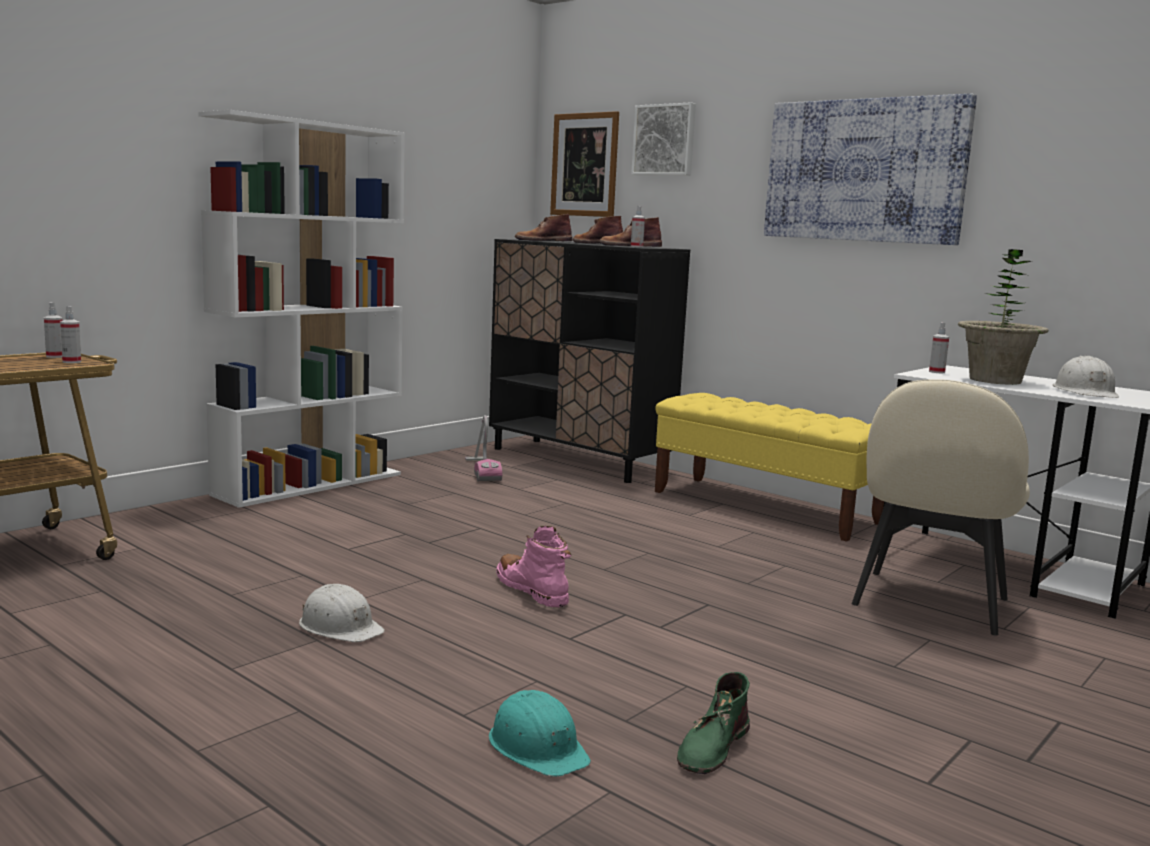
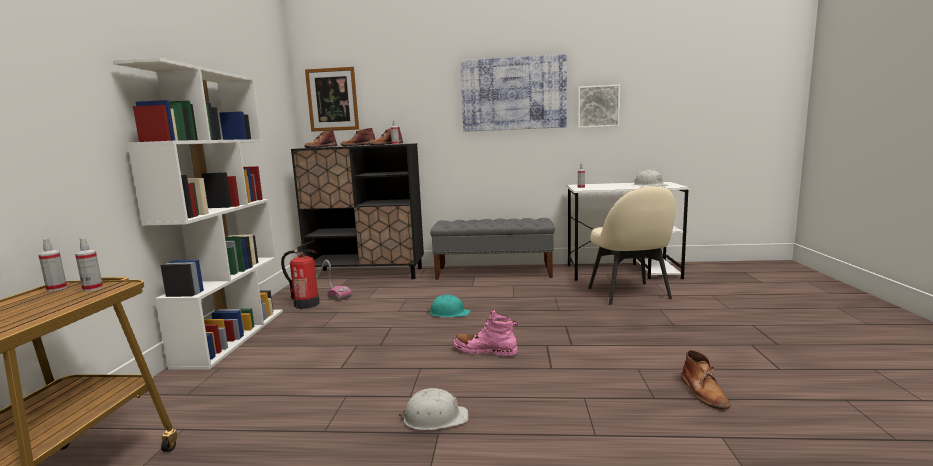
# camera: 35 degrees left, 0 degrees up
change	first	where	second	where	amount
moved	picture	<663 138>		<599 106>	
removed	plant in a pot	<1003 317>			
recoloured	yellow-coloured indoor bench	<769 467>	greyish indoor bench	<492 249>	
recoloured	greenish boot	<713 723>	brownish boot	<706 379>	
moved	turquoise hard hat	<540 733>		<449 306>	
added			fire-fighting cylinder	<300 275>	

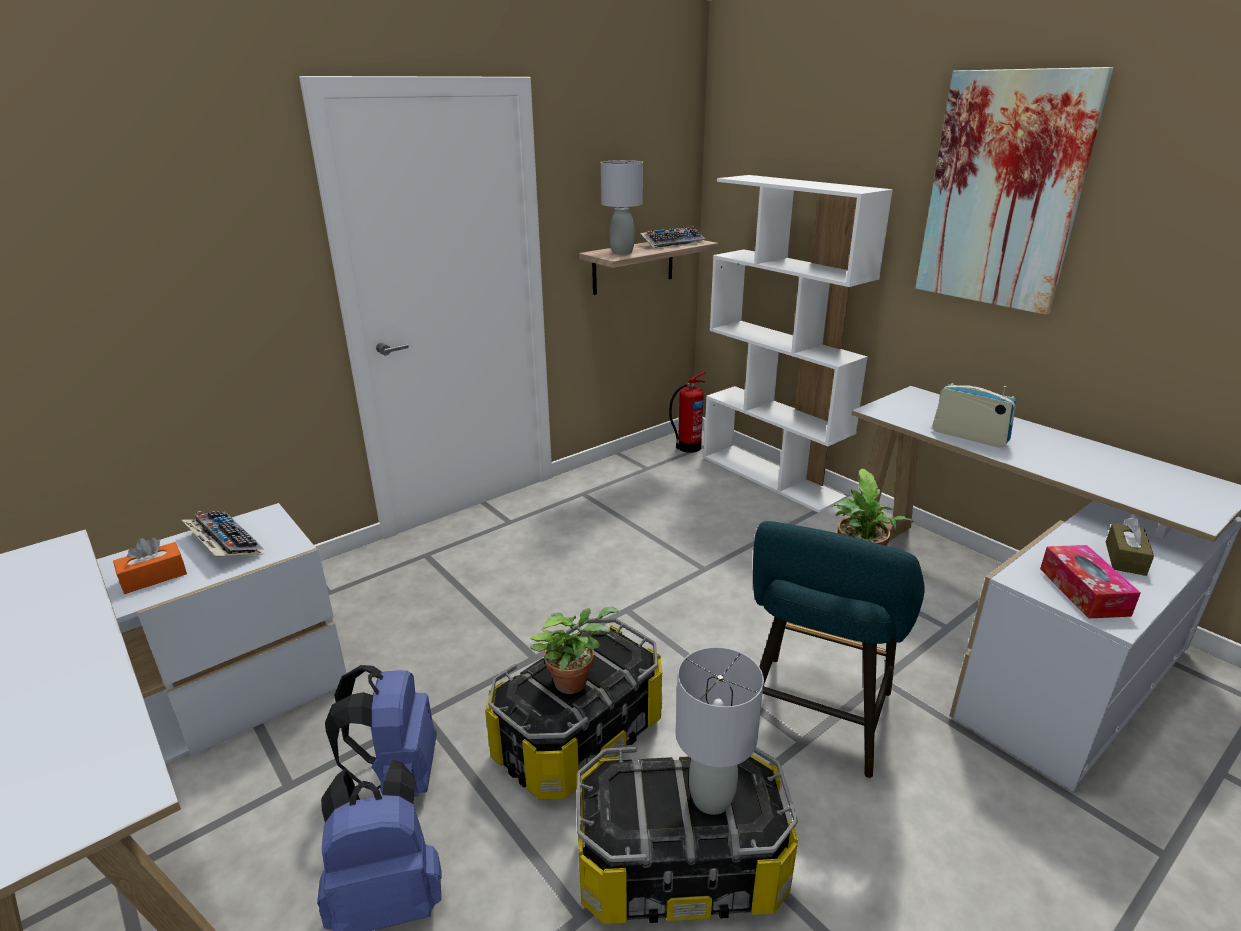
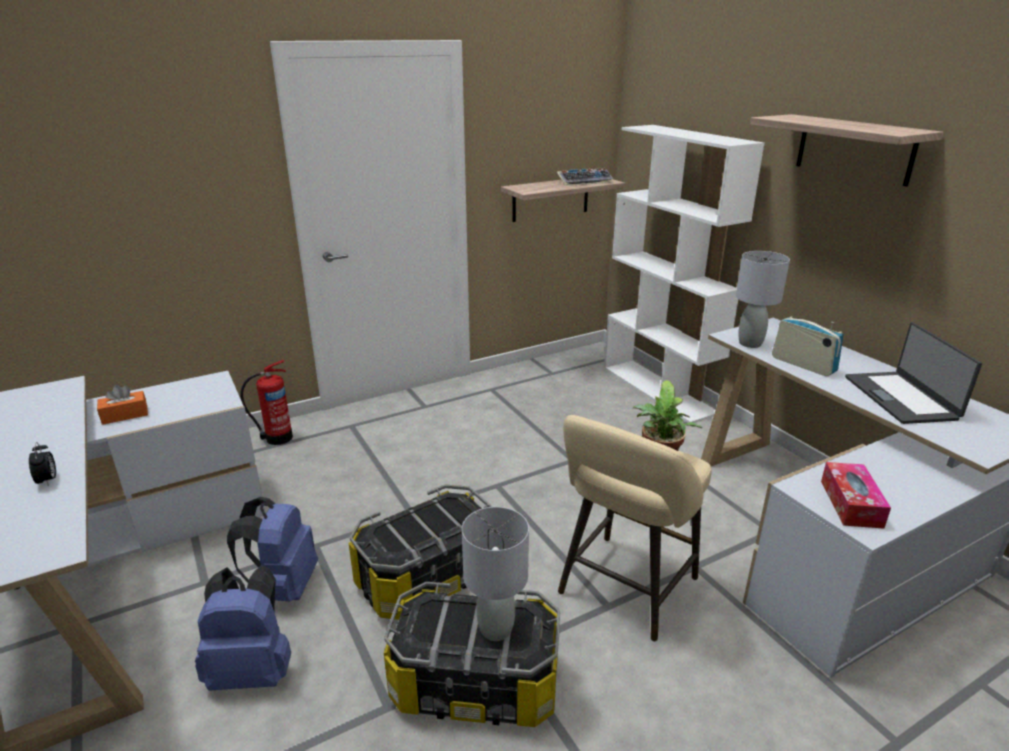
# camera: 10 degrees right, 0 degrees up
change	first	where	second	where	amount
replaced	picture	<1014 191>	bracket shelf	<847 150>	
moved	greyish tabletop lamp	<622 207>		<763 299>	
moved	fire-fighting cylinder	<687 412>		<266 402>	
removed	computer keyboard	<223 533>			
removed	brownish box of tissues	<1130 547>			
recoloured	turquoise stool seat	<839 649>	beige stool seat	<635 528>	
removed	plant in a pot	<575 650>			
added			notebook computer	<913 373>	
added			bedside clock	<42 464>	

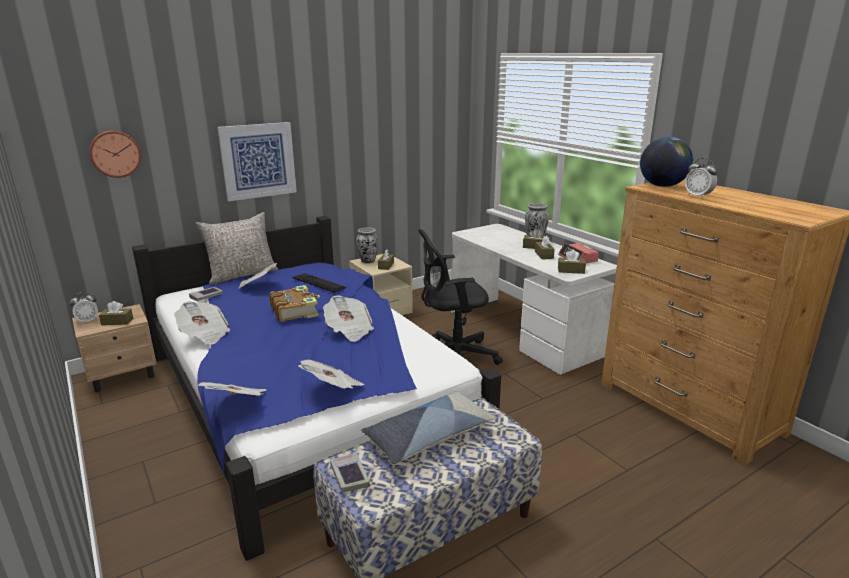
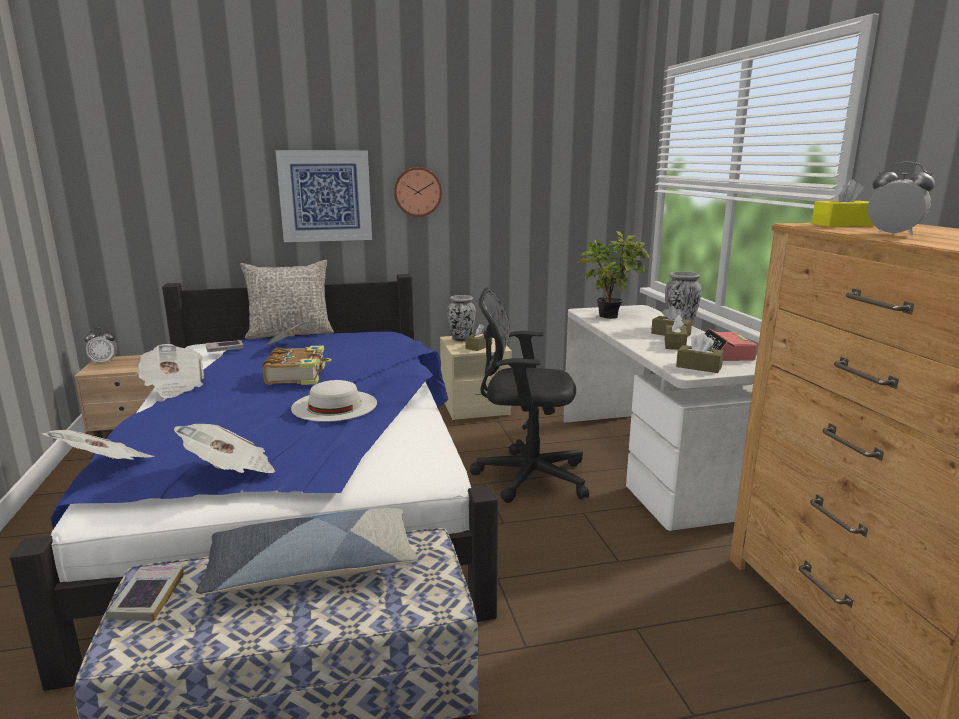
# camera: 20 degrees right, 5 degrees down
change	first	where	second	where	amount
moved	hanging clock	<115 154>		<418 192>	
replaced	globe	<666 162>	yellow-coloured box of tissues	<843 203>	
turned	bedside clock	<701 178>		<901 198>	150 degrees clockwise
removed	computer keyboard	<320 283>			
replaced	printed paper	<348 318>	whitish hat	<334 401>	
removed	brownish box of tissues	<116 313>			
added			plant in a pot	<613 275>	

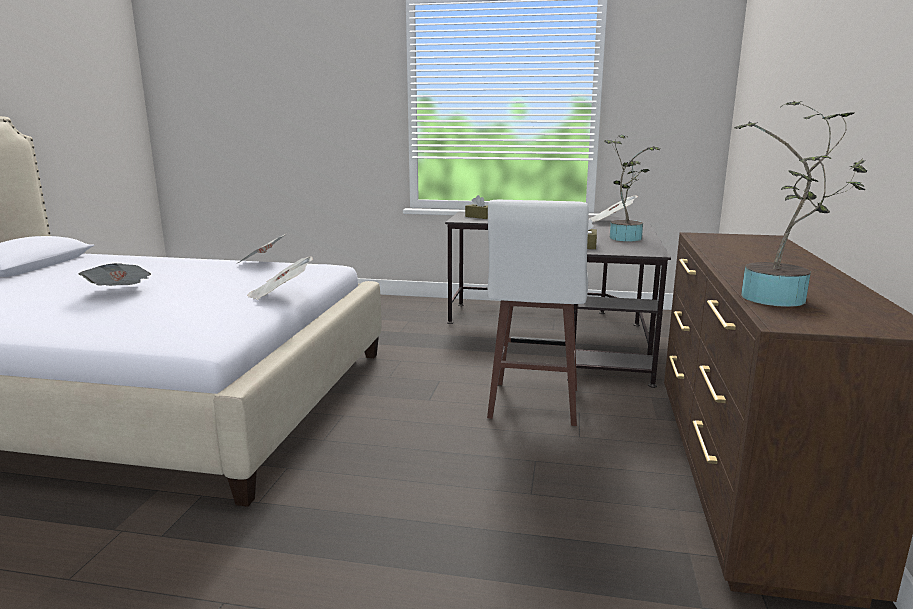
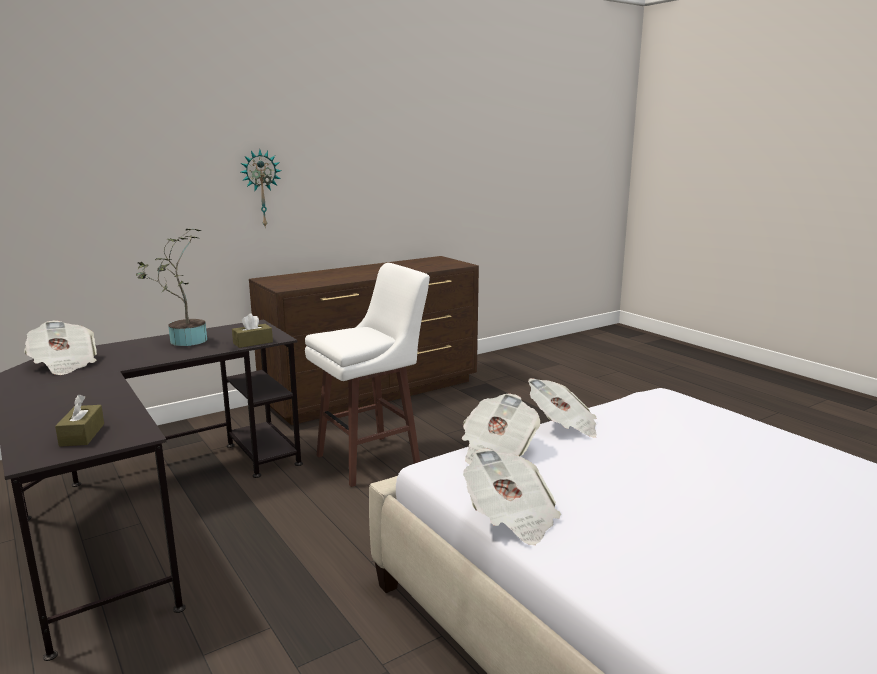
# camera: 135 degrees left, 0 degrees up
change	first	where	second	where	amount
removed	plant in a pot	<800 204>			
moved	printed paper	<114 274>		<501 429>	
added			hanging clock	<261 188>	

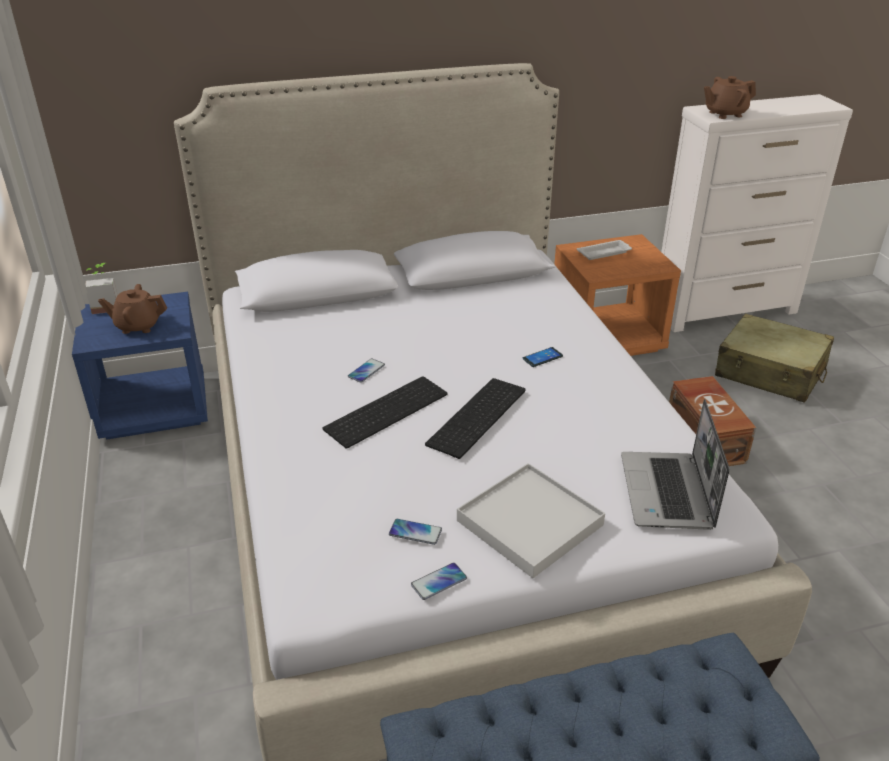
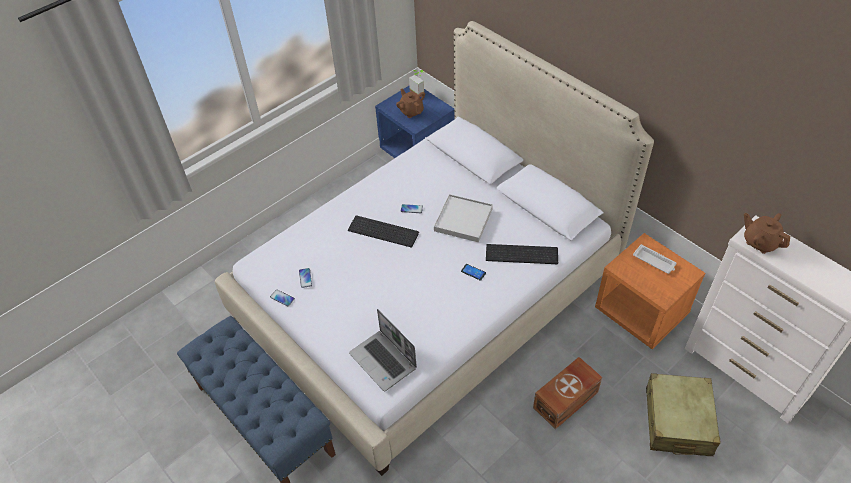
# camera: 65 degrees right, 15 degrees up
change	first	where	second	where	amount
moved	computer keyboard	<475 418>		<522 254>	
turned	notebook computer	<675 464>		<383 350>	105 degrees counterclockwise
moved	whitish tray	<531 520>		<463 218>	

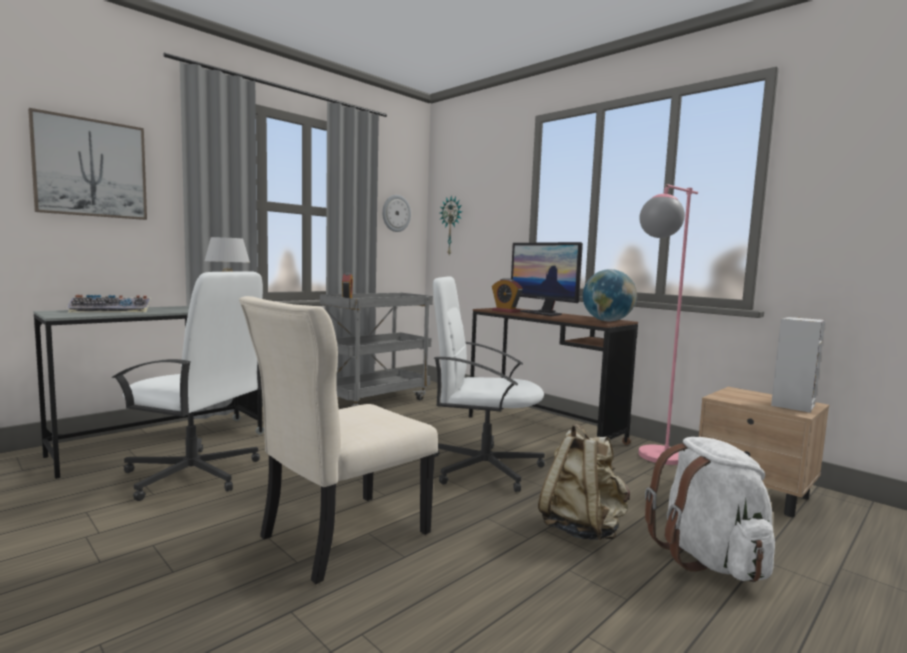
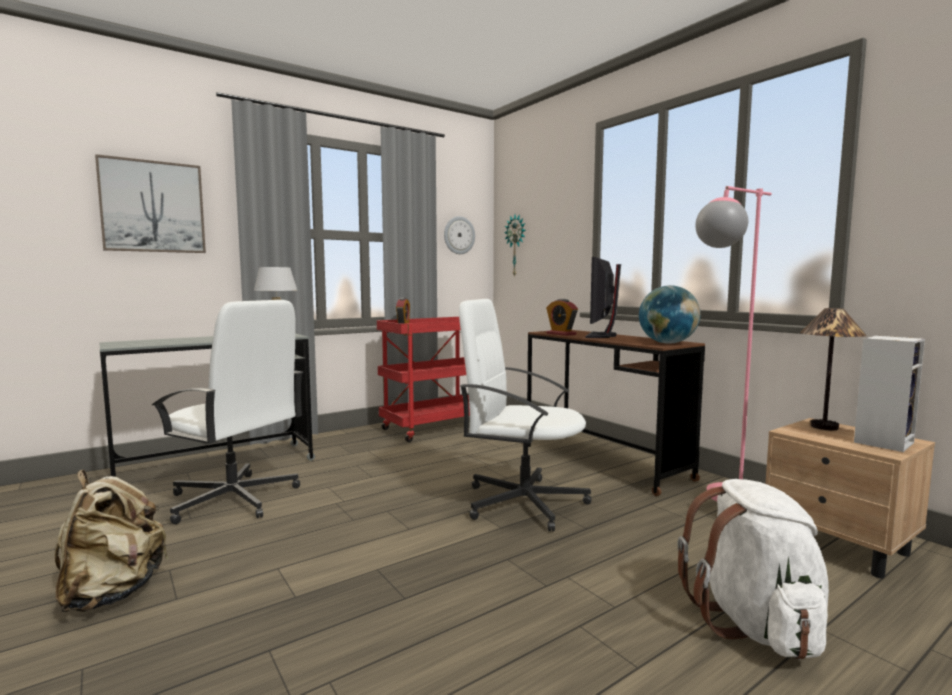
# camera: 10 degrees right, 0 degrees up
change	first	where	second	where	amount
turned	computer screen	<547 279>		<603 297>	45 degrees clockwise
recoloured	greyish cart	<376 350>	red cart	<423 379>	
removed	computer keyboard	<108 303>			
removed	beige chair	<338 440>			
moved	beige rucksack	<584 481>		<112 541>	
added			tabletop lamp	<833 369>	

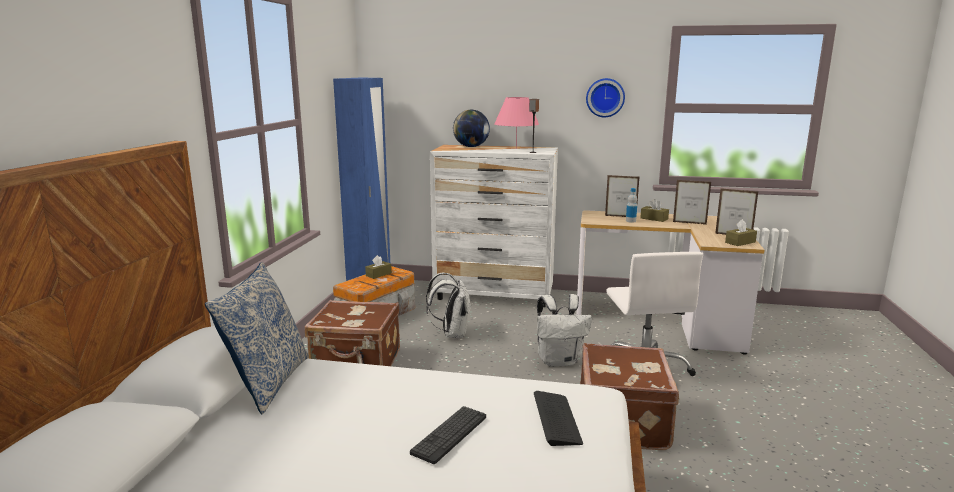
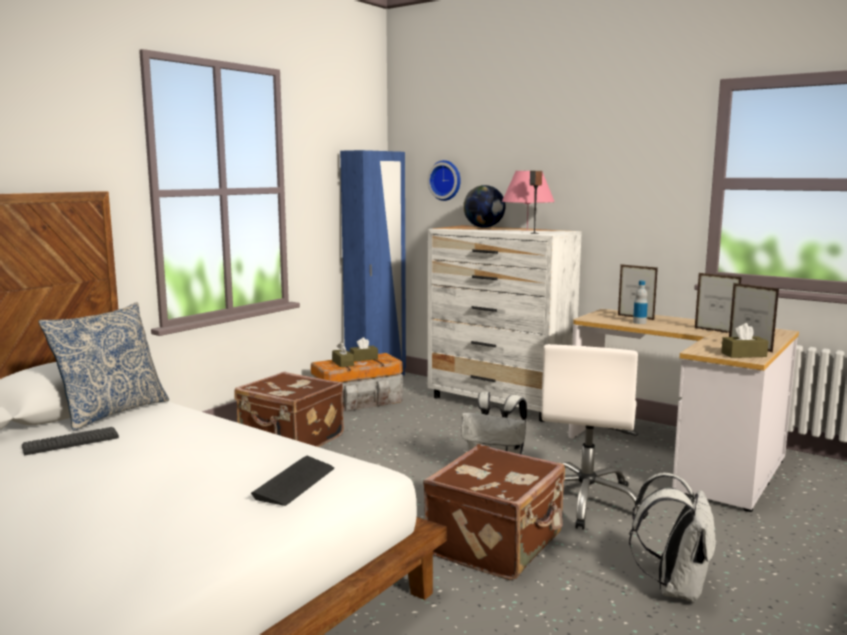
# camera: 25 degrees right, 5 degrees down
change	first	where	second	where	amount
moved	hanging clock	<605 97>		<444 180>	
moved	brownish box of tissues	<654 210>		<343 354>	
moved	whitish rucksack	<448 305>		<673 538>	
moved	computer keyboard	<448 435>		<70 441>	

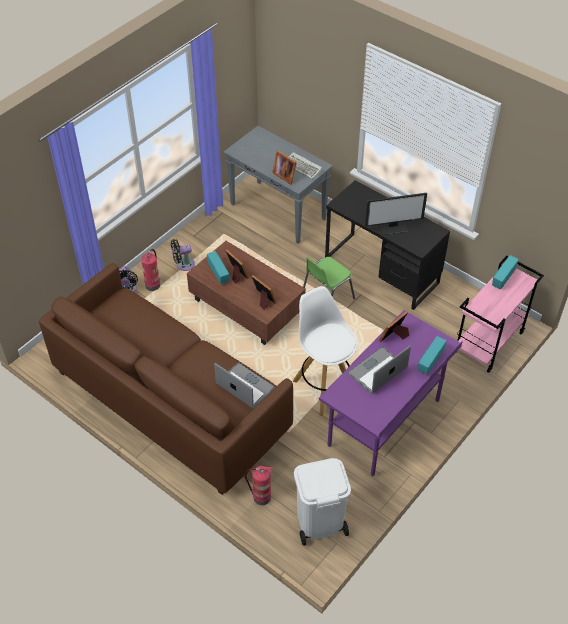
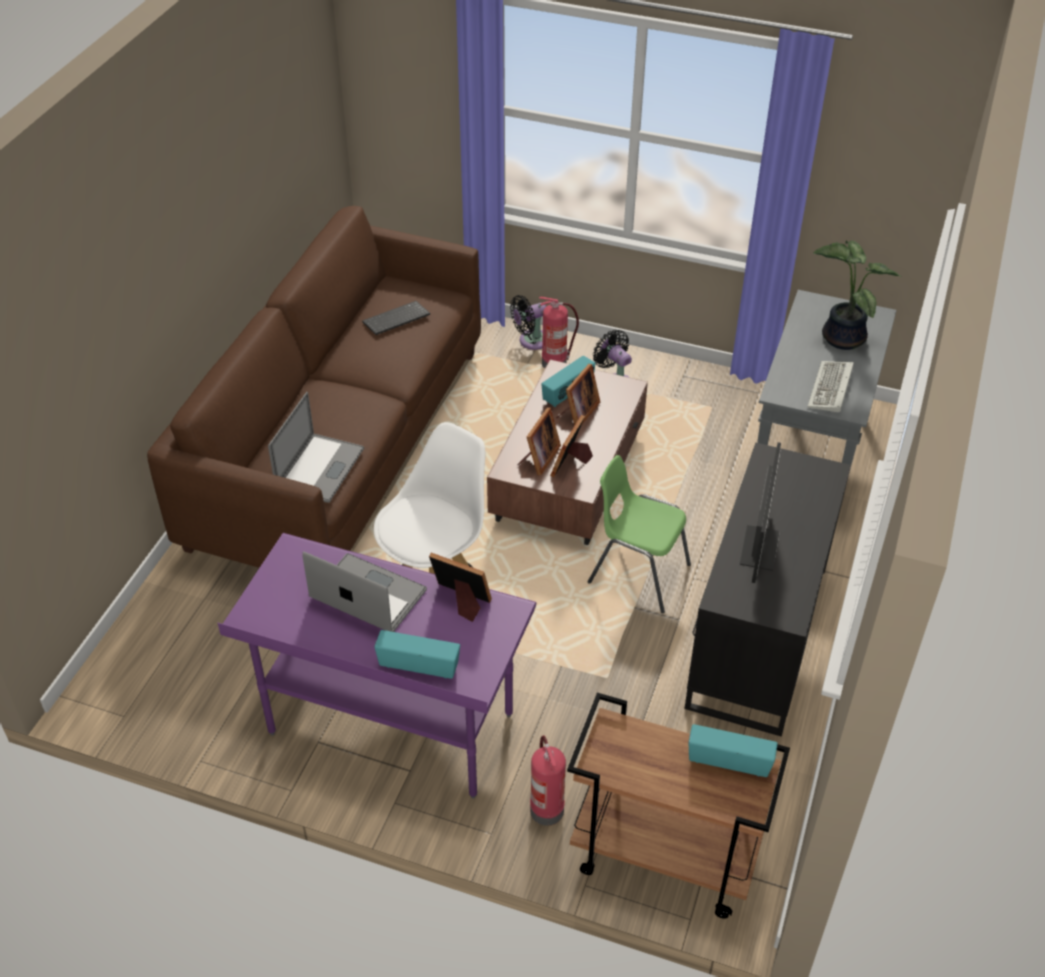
# camera: 70 degrees right, 5 degrees down
change	first	where	second	where	amount
moved	picture frame	<284 168>		<571 446>	
turned	computer screen	<396 214>		<760 512>	135 degrees counterclockwise
recoloured	pink-coloured cart	<500 314>	brownish cart	<678 806>	
removed	whitish waste bin	<322 502>			
moved	fire-fighting cylinder	<259 485>		<548 780>	
added			plant in a pot	<858 295>	
added			computer keyboard	<396 318>	

